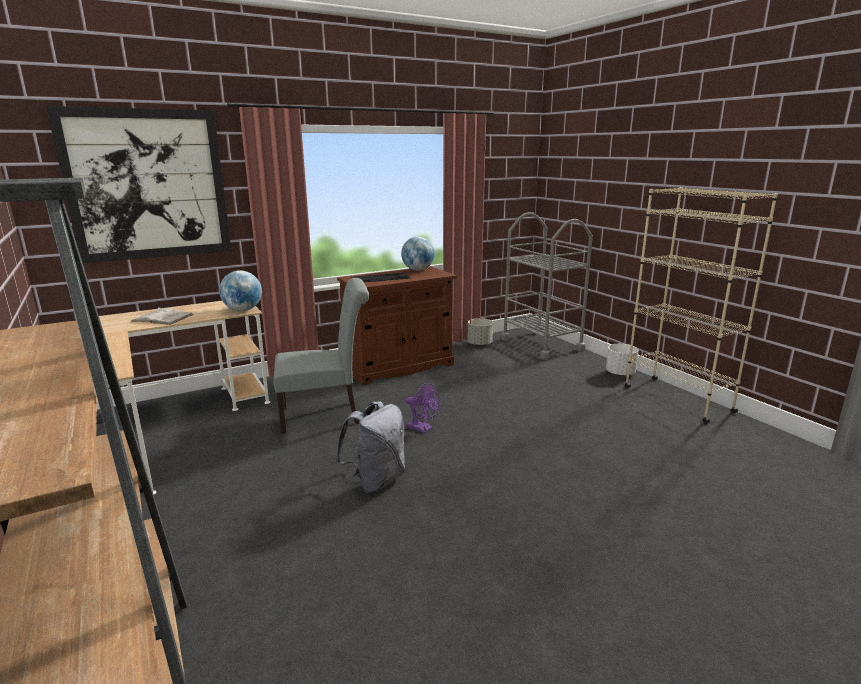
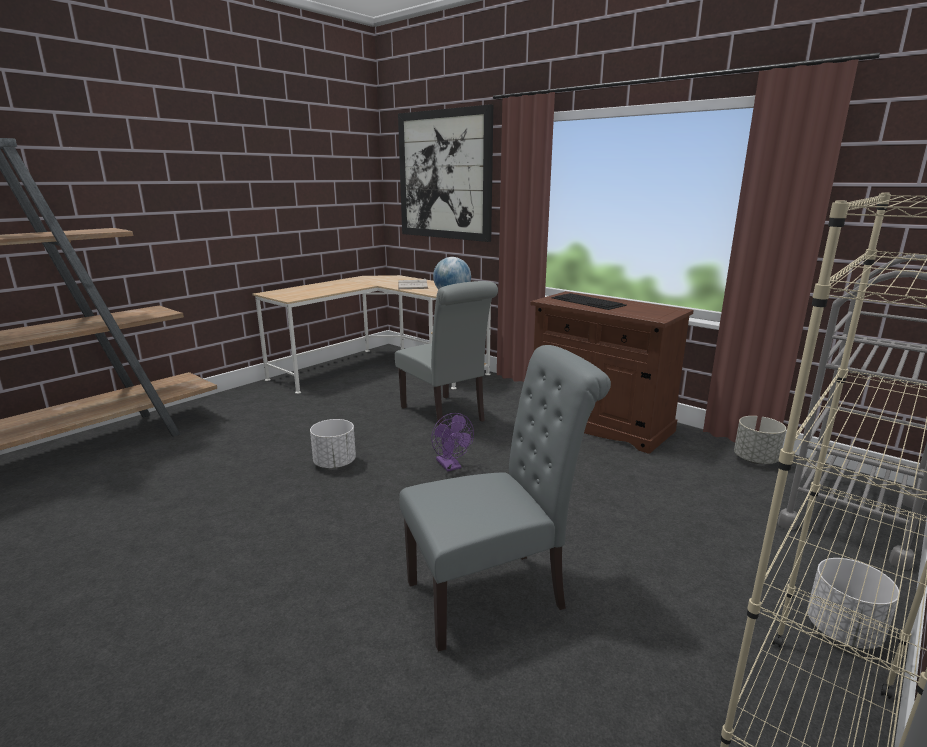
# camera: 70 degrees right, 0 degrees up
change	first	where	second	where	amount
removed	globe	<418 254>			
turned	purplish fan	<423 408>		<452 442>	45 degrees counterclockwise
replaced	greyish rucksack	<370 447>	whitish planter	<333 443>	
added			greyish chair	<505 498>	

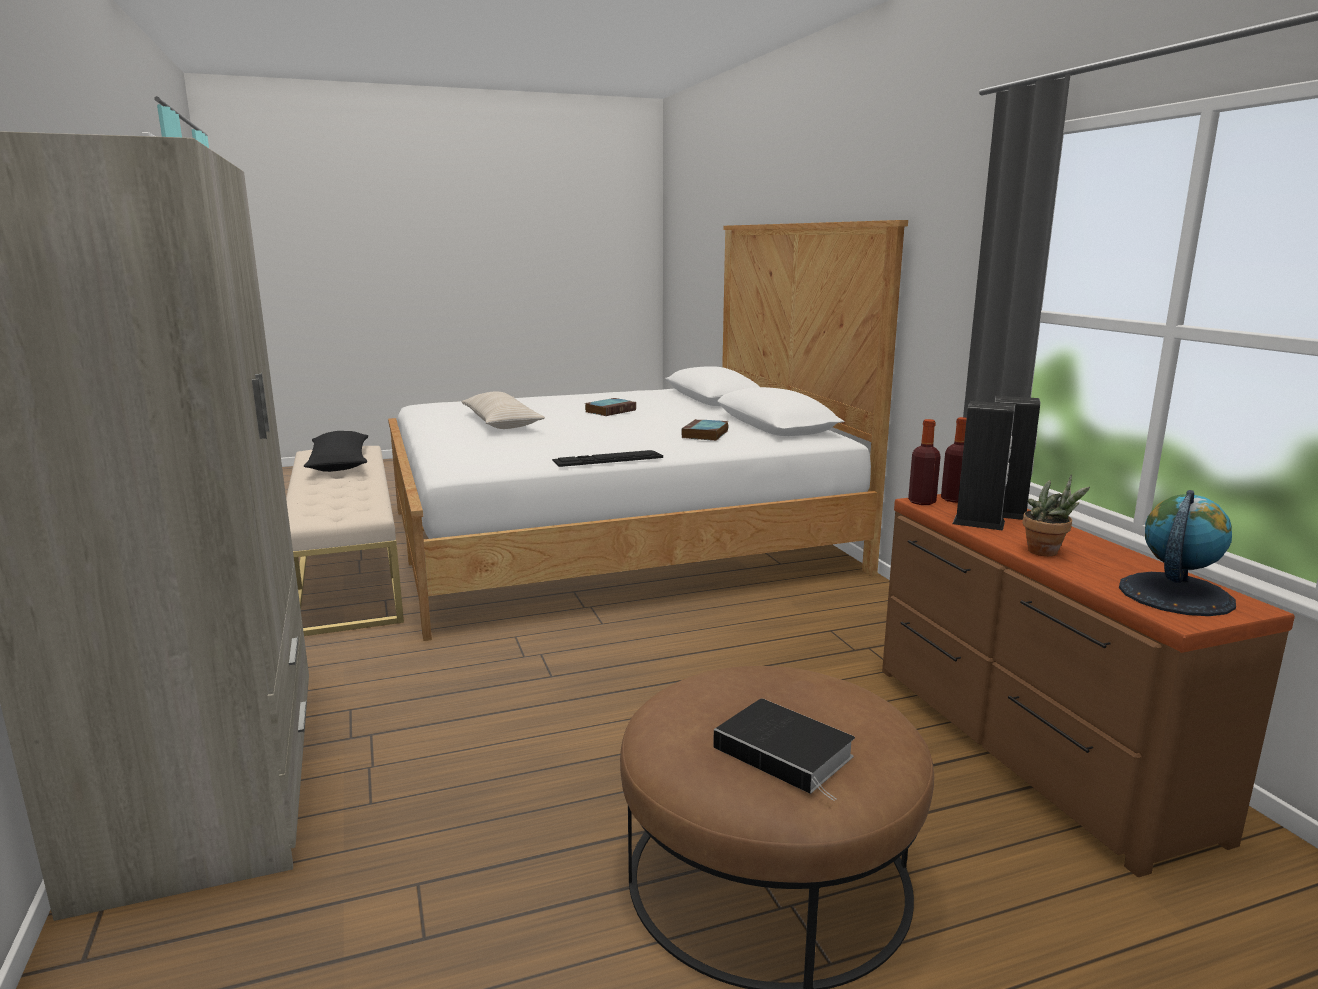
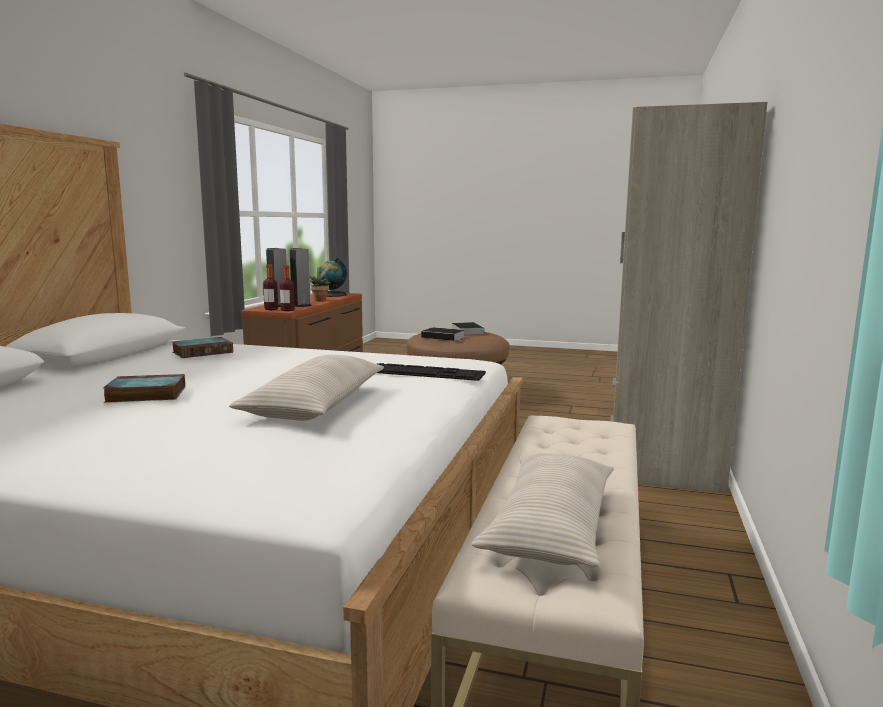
# camera: 145 degrees left, 5 degrees down
change	first	where	second	where	amount
recoloured	black pillow	<336 451>	beige pillow	<543 510>	
moved	computer keyboard	<607 458>		<431 372>	
added			volume	<443 334>	

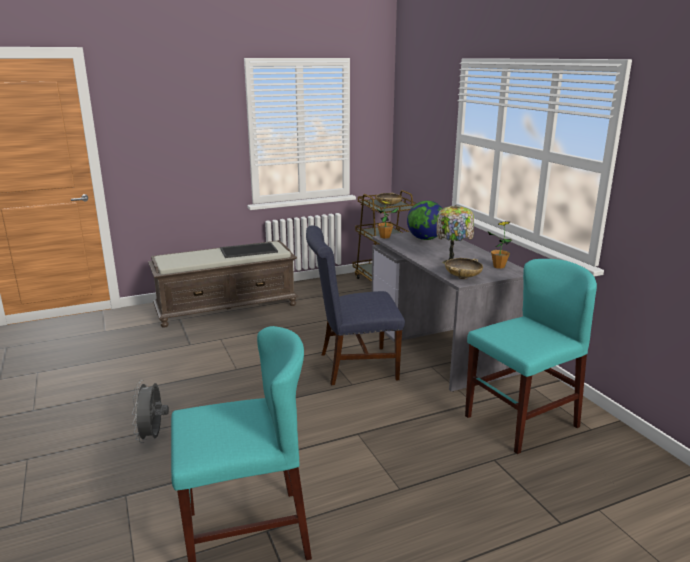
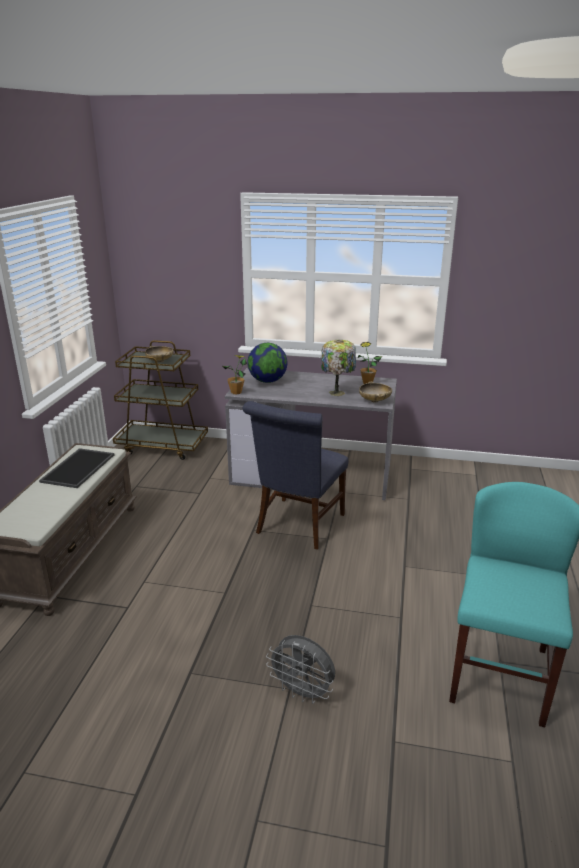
# camera: 55 degrees left, 5 degrees up
change	first	where	second	where	amount
removed	turquoise chair	<531 356>			

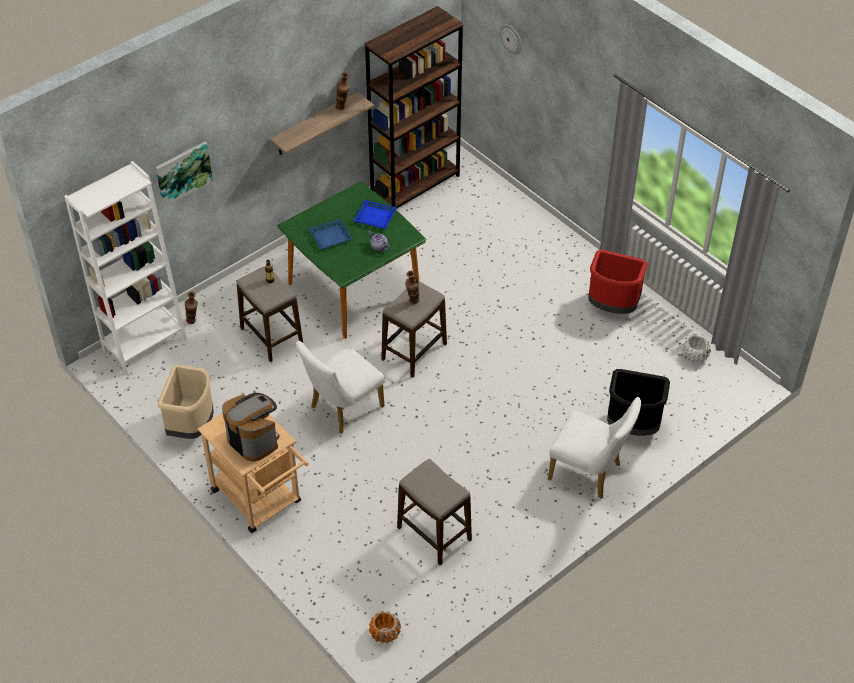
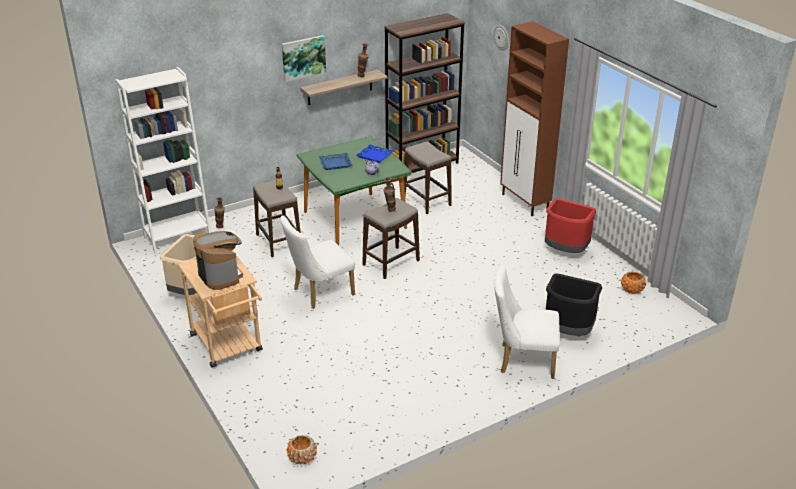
# camera: 10 degrees right, 15 degrees down
change	first	where	second	where	amount
moved	picture	<184 174>		<304 58>	
recoloured	whitish planter	<697 349>	orange-coloured planter	<633 282>	
turned	whitish chair	<594 448>		<527 322>	150 degrees clockwise
moved	stool seat	<434 512>		<428 178>	
added			brownish storage cabinet	<534 118>	

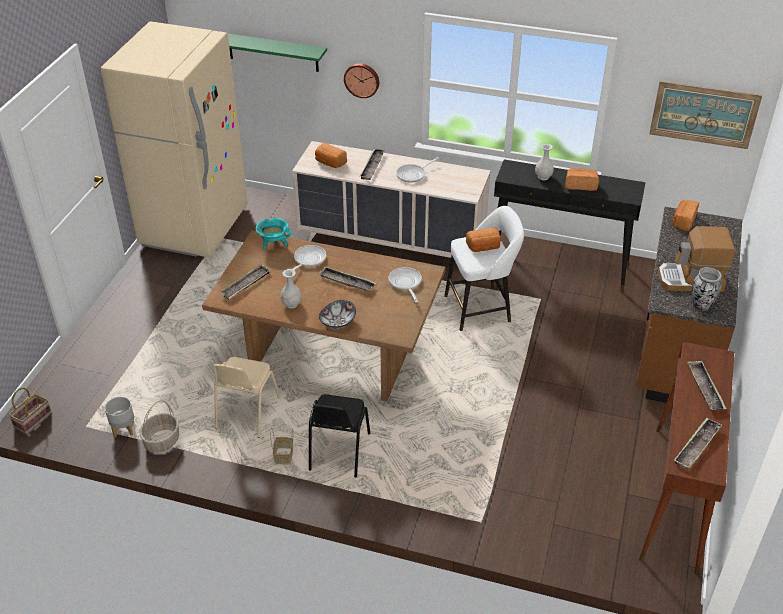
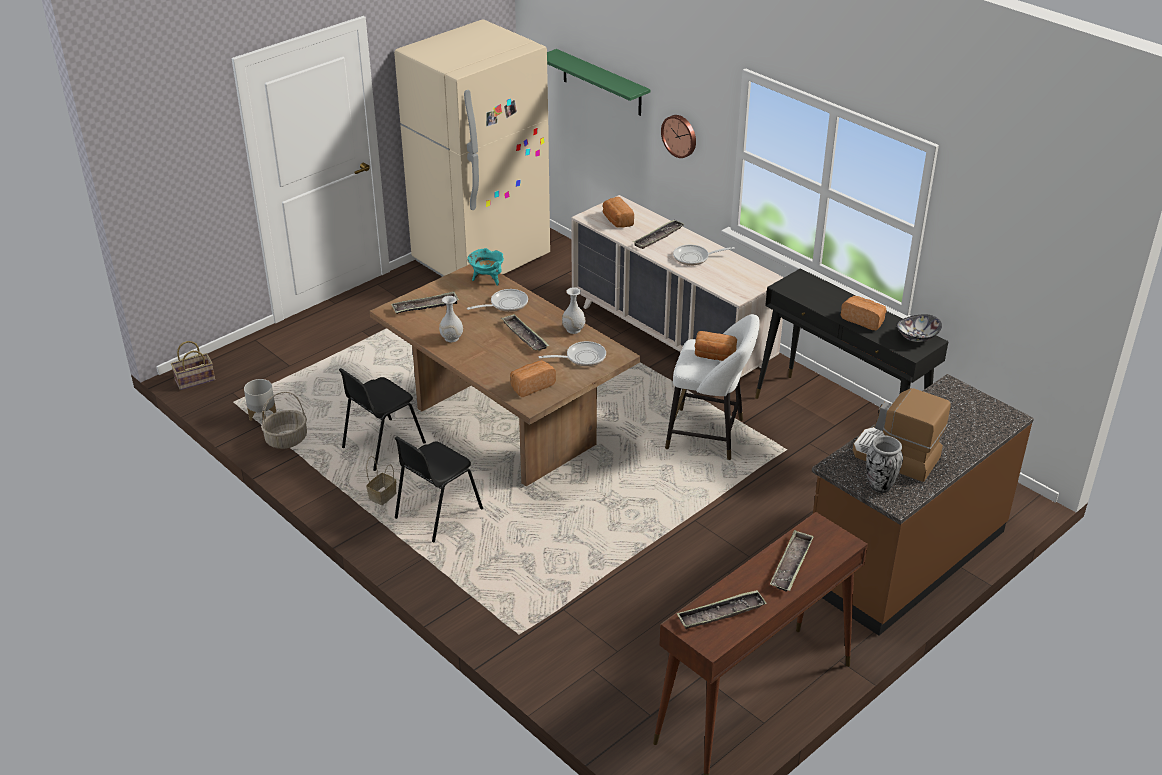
# camera: 30 degrees right, 5 degrees down
change	first	where	second	where	amount
removed	picture	<705 115>			
moved	whitish vase	<544 162>		<573 310>	
moved	bread	<686 215>		<533 378>	
turned	frying pan	<405 285>		<572 353>	60 degrees clockwise
moved	bowl	<337 314>		<919 328>	
recoloured	beige chair	<247 397>	black chair	<382 419>	

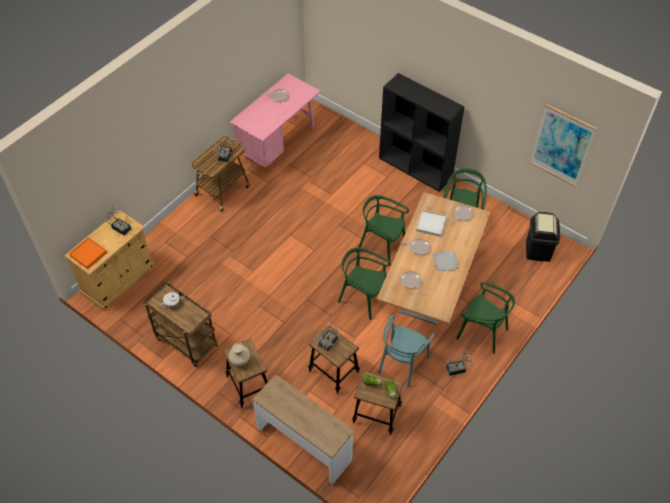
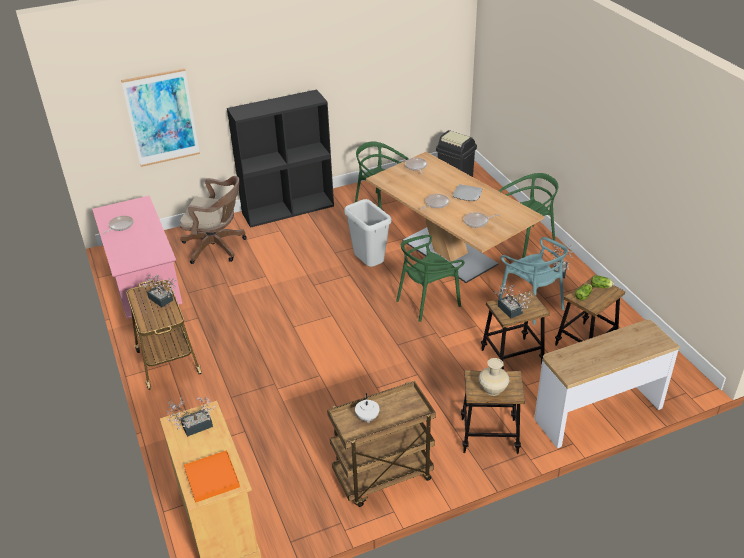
# camera: 60 degrees left, 15 degrees down
change	first	where	second	where	amount
moved	picture	<563 145>		<160 117>	
replaced	greenish chair	<383 229>	greyish waste bin	<367 233>	
removed	whitish tray	<431 223>			
added			brownish computer chair	<213 220>	

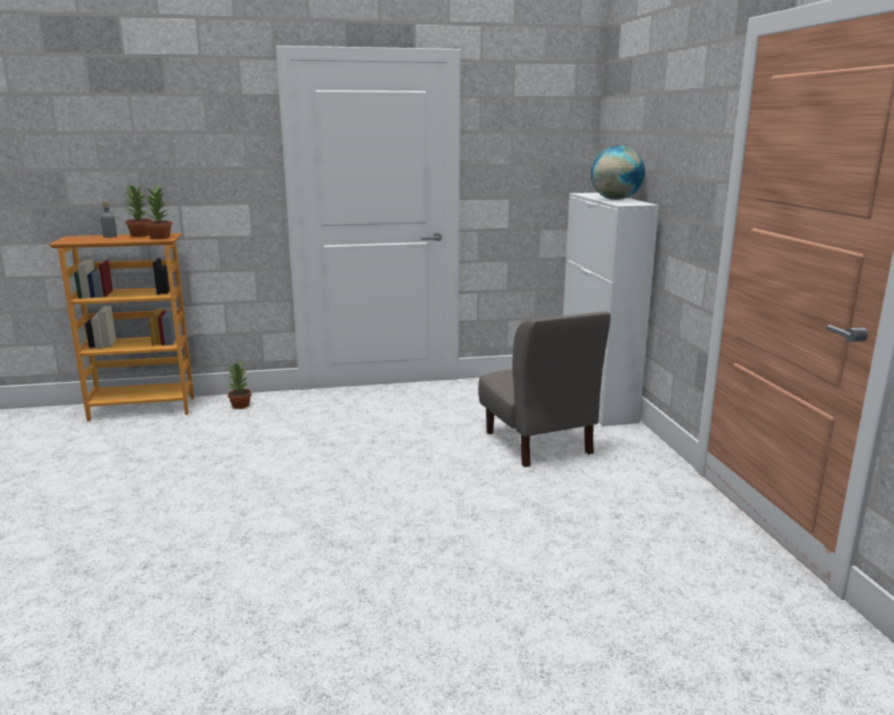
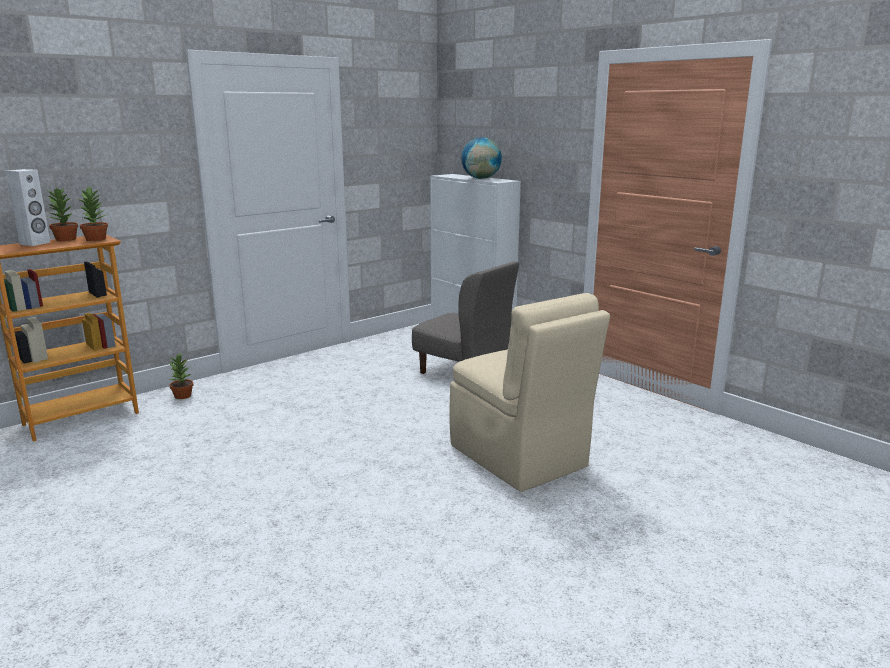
# camera: 30 degrees left, 0 degrees up
change	first	where	second	where	amount
replaced	greyish bottle	<109 220>	whitish audio speaker	<27 207>	
added			beige chair	<530 392>	

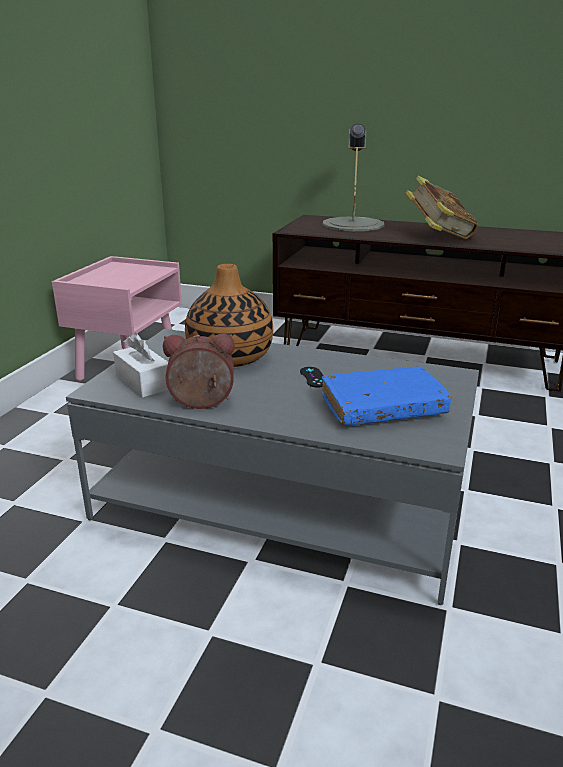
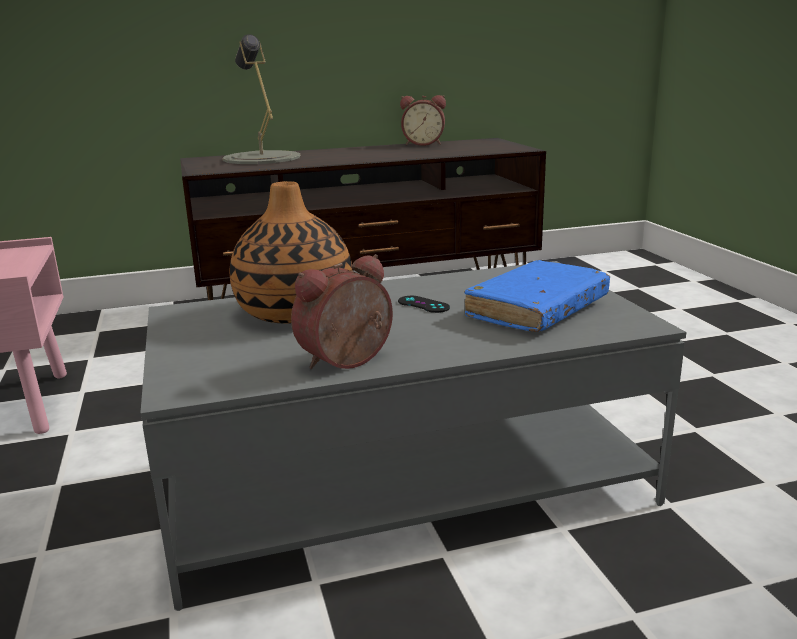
# camera: 35 degrees left, 5 degrees down
change	first	where	second	where	amount
removed	volume	<442 207>			
removed	whitish box of tissues	<140 365>			
added			bedside clock	<423 120>	

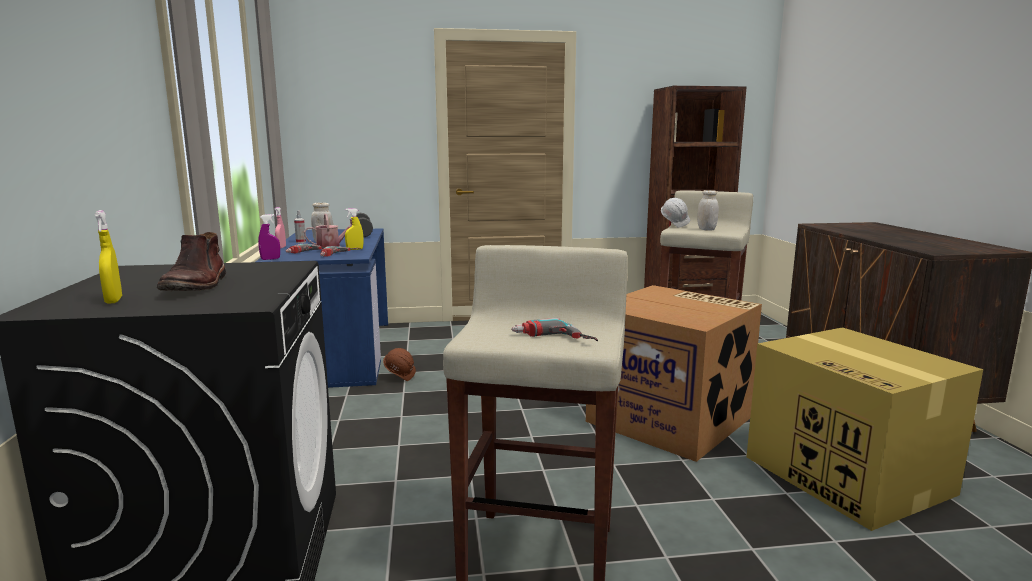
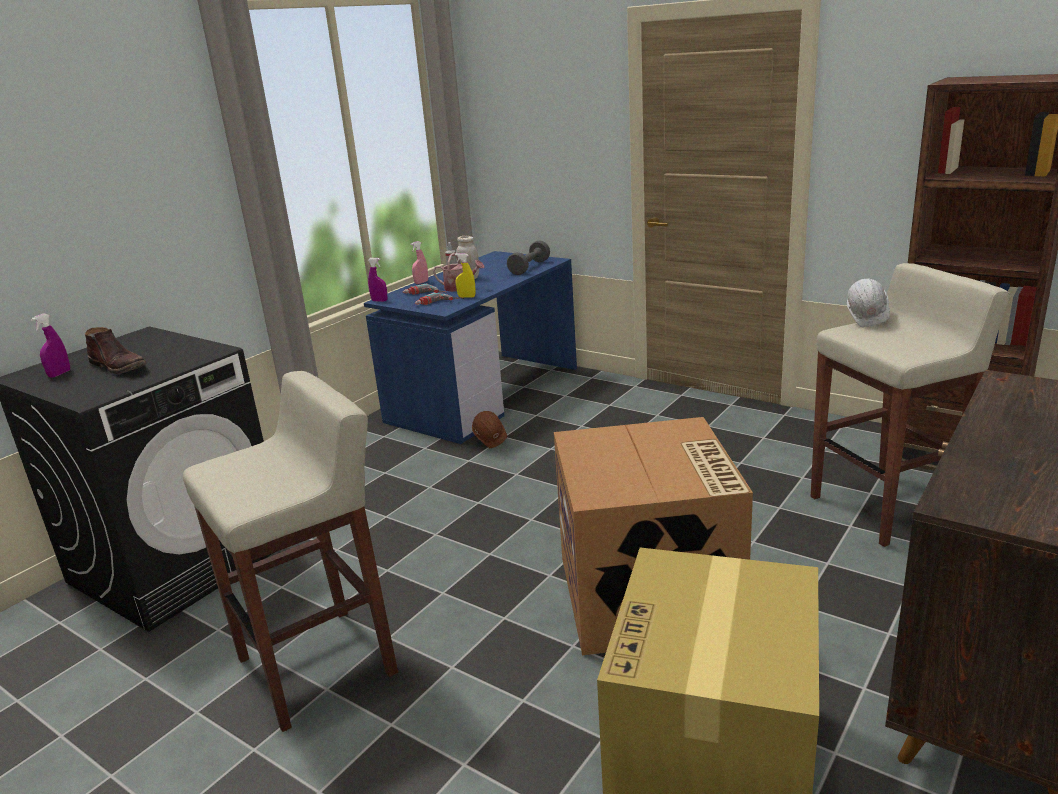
# camera: 45 degrees right, 10 degrees up
change	first	where	second	where	amount
removed	whitish preserve jar	<708 210>			
recoloured	yellow-coloured spray bottle	<108 257>	purplish spray bottle	<50 345>	
turned	brownish boot	<191 261>		<115 350>	90 degrees counterclockwise
removed	power drill	<554 329>			

